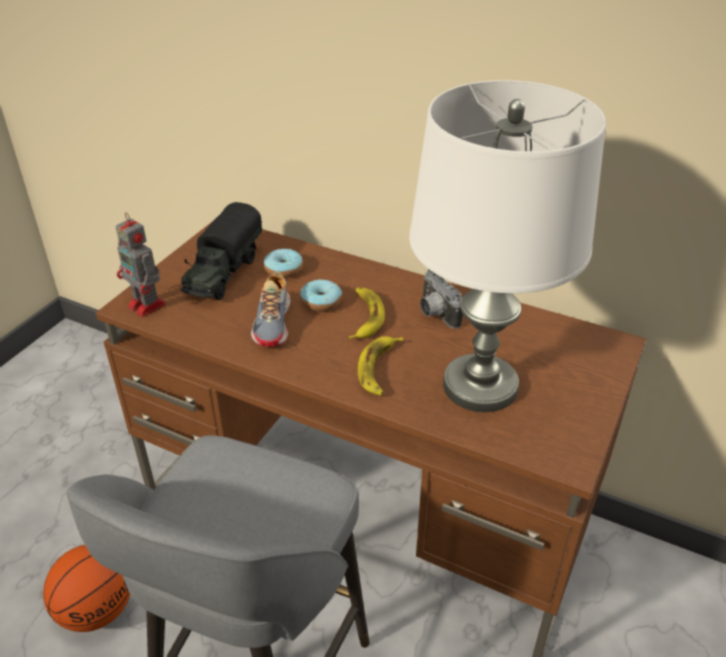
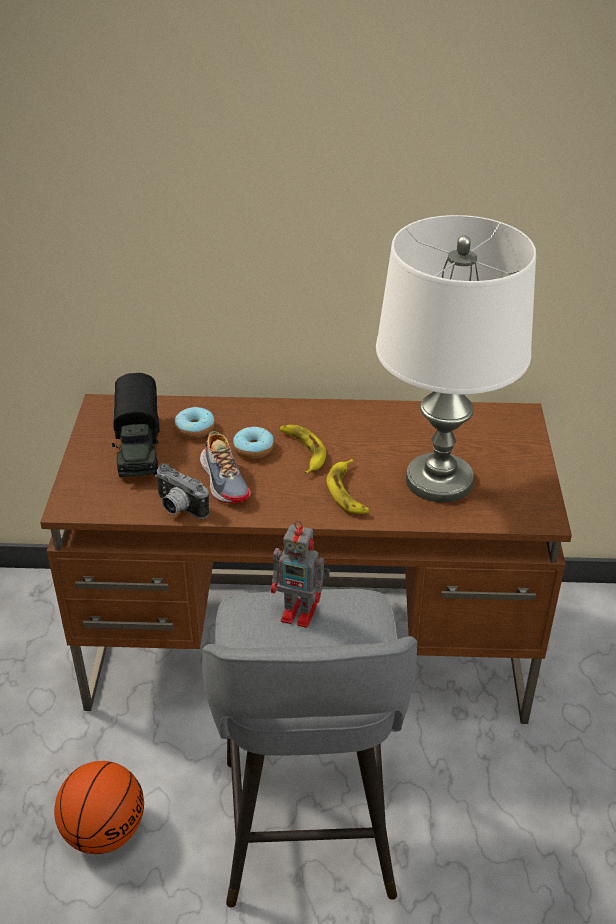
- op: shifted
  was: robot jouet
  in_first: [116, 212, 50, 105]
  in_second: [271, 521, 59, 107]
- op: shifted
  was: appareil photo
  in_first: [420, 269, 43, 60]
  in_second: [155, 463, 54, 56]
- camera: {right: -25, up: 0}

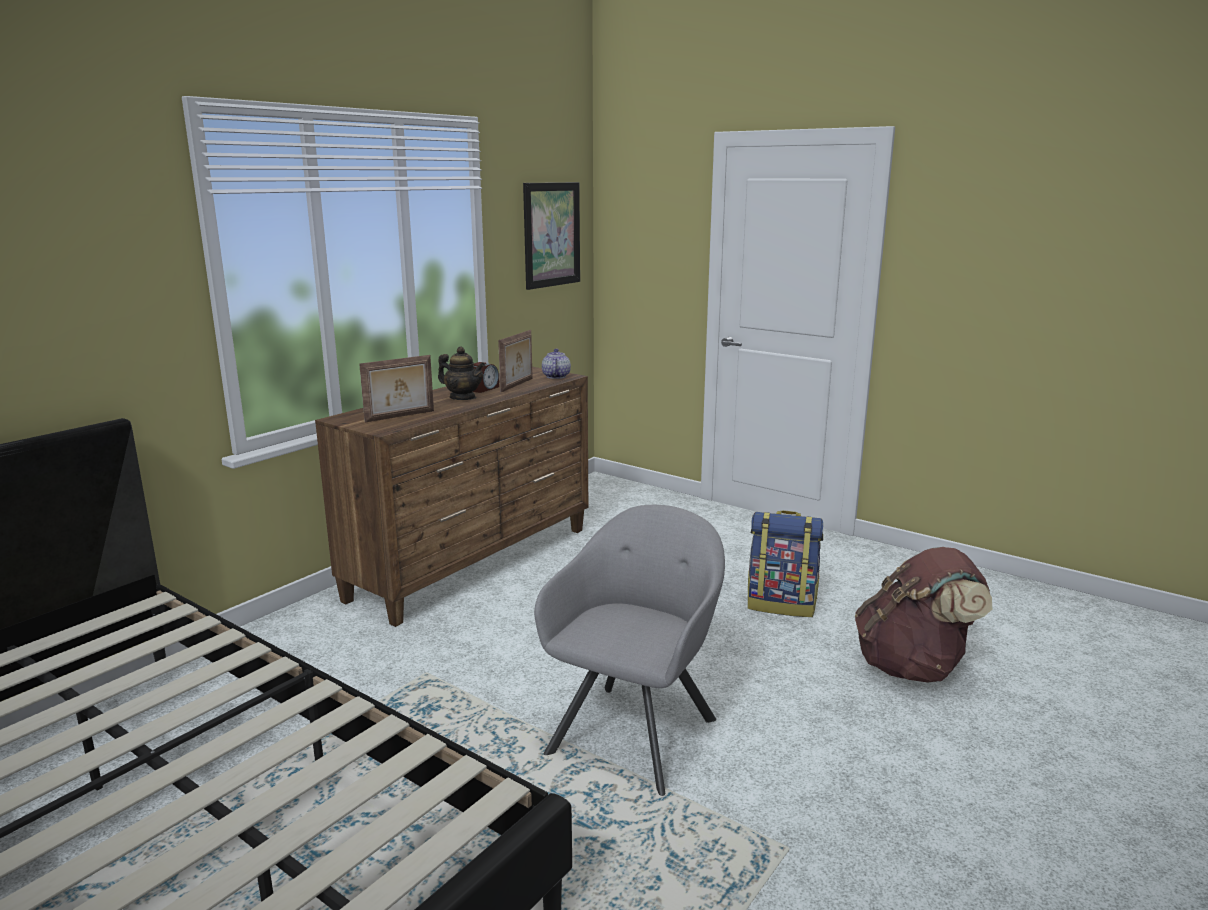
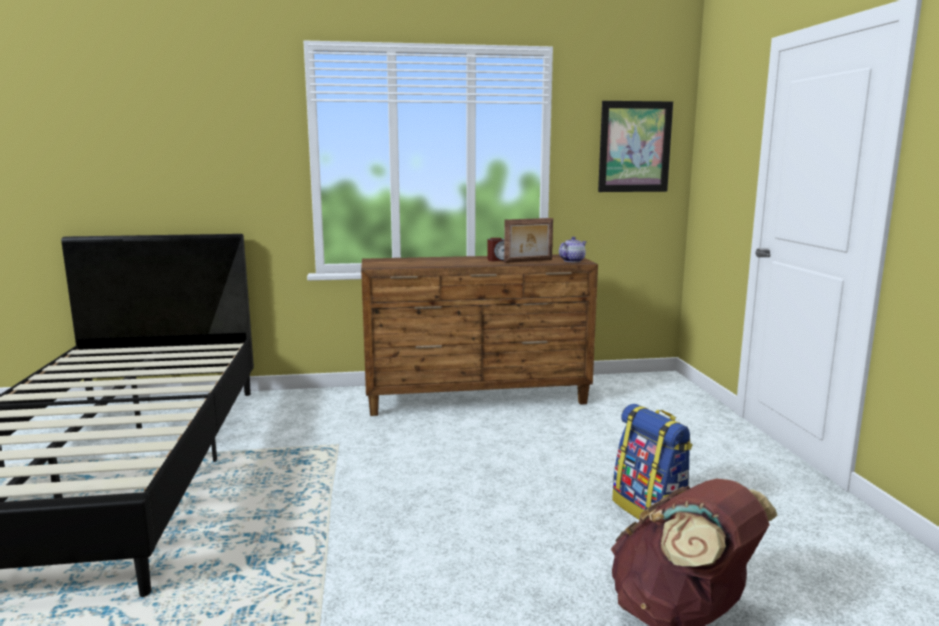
- op: gone
  was: théière
  in_first: [438, 347, 47, 53]
- op: gone
  was: cadre photo
  in_first: [359, 355, 75, 67]
- op: gone
  was: fauteuil/gris
  in_first: [534, 505, 191, 291]
- camera: {right: 45, up: -5}

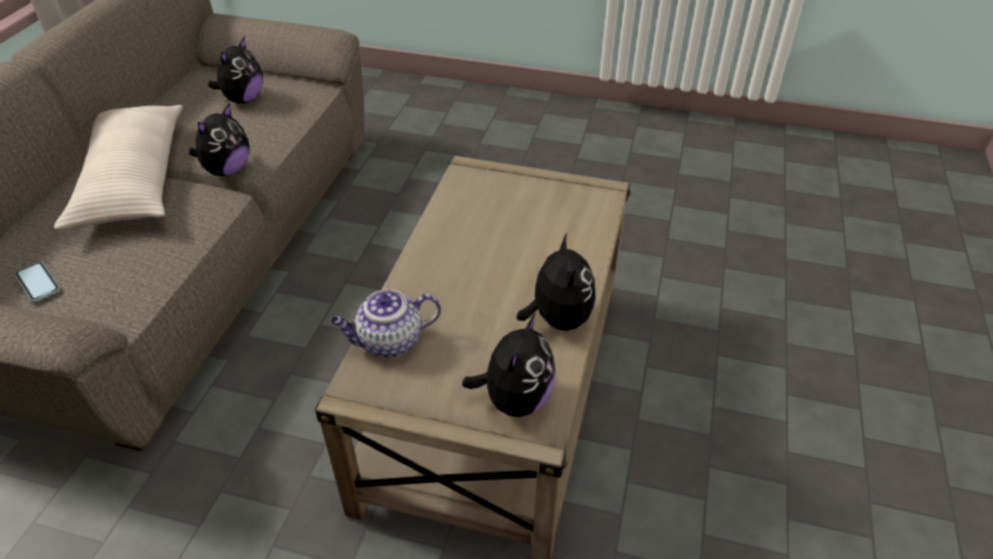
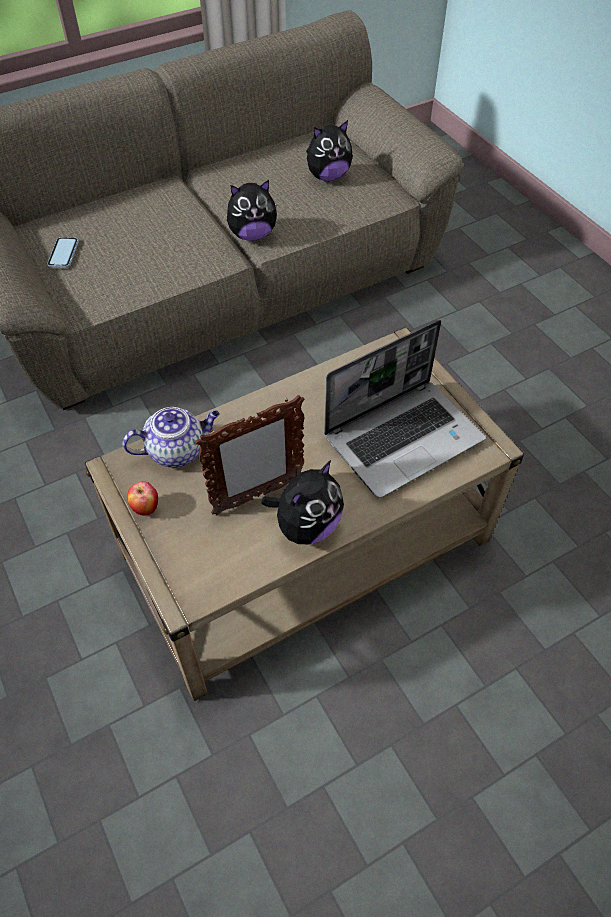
- op: gone
  was: coussin/beige
  in_first: [54, 105, 129, 125]
- op: rotated
  was: théière
  in_first: [330, 289, 111, 69]
  in_second: [122, 407, 98, 60]
  clockwise: 135
- op: gone
  was: peluche
  in_first: [462, 312, 94, 105]
- op: new
  now: ordinateur portable
  in_second: [324, 320, 161, 178]
- op: new
  now: cadre photo
  in_second: [195, 395, 110, 121]
- op: new
  now: pomme
  in_second: [128, 481, 30, 34]
- camera: {right: 45, up: 10}

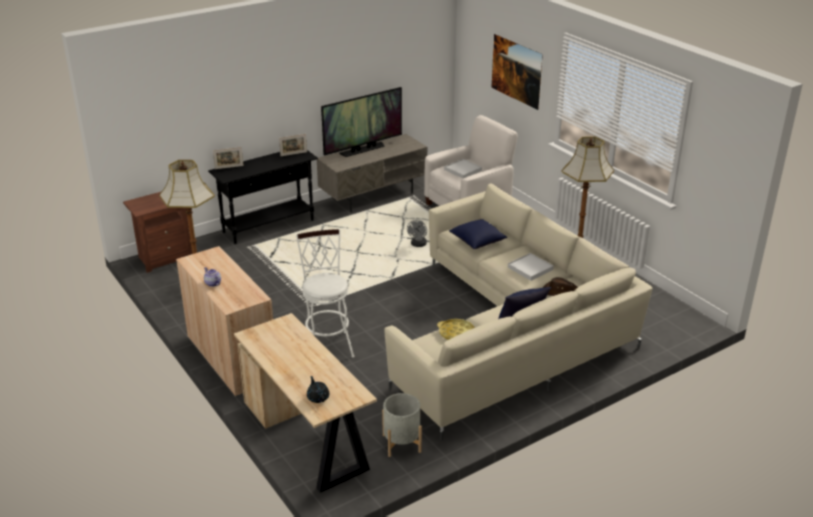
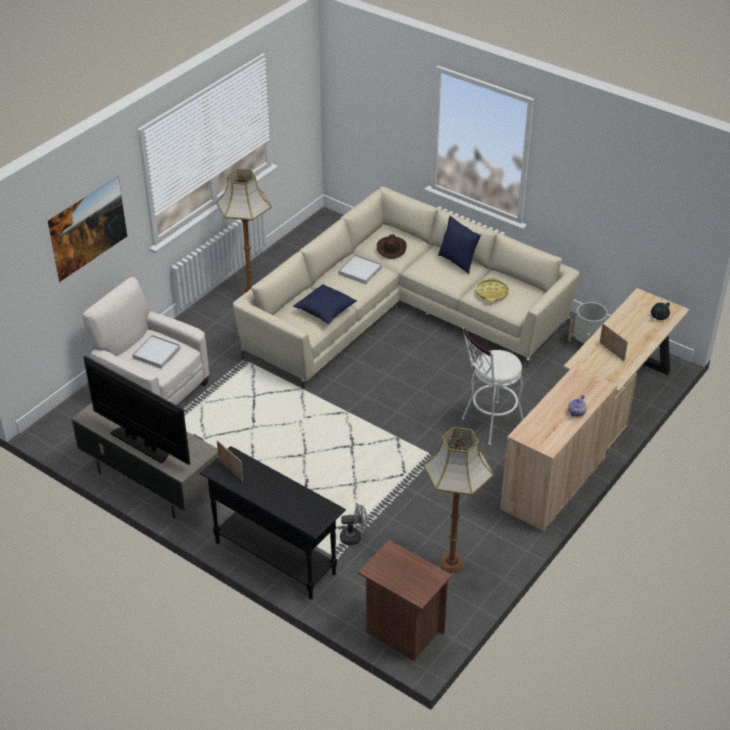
- op: shifted
  was: cadre photo
  in_first: [213, 147, 31, 22]
  in_second: [600, 323, 28, 38]
- op: shifted
  was: ventilateur/gris
  in_first: [407, 220, 20, 27]
  in_second: [340, 505, 28, 40]
- camera: {right: -110, up: 10}

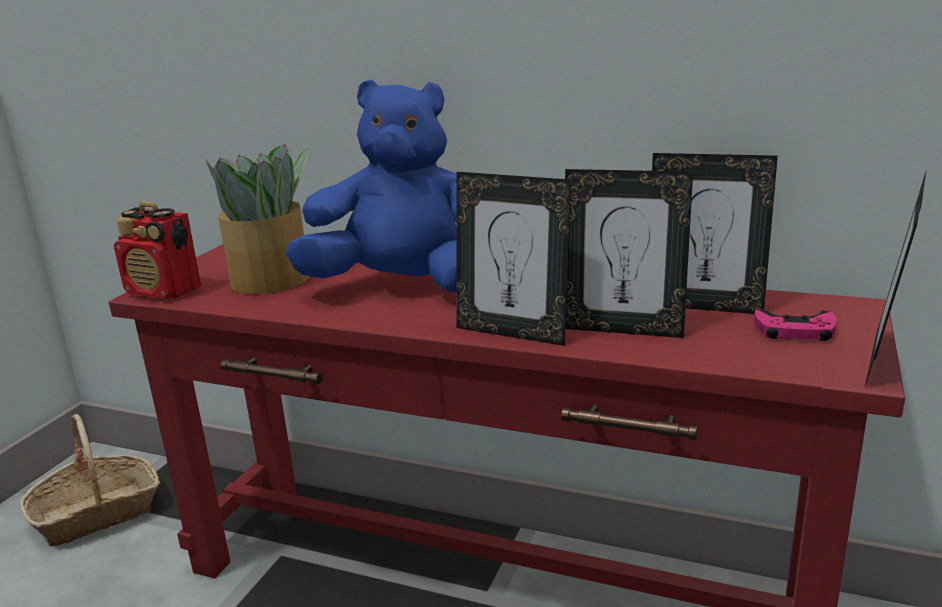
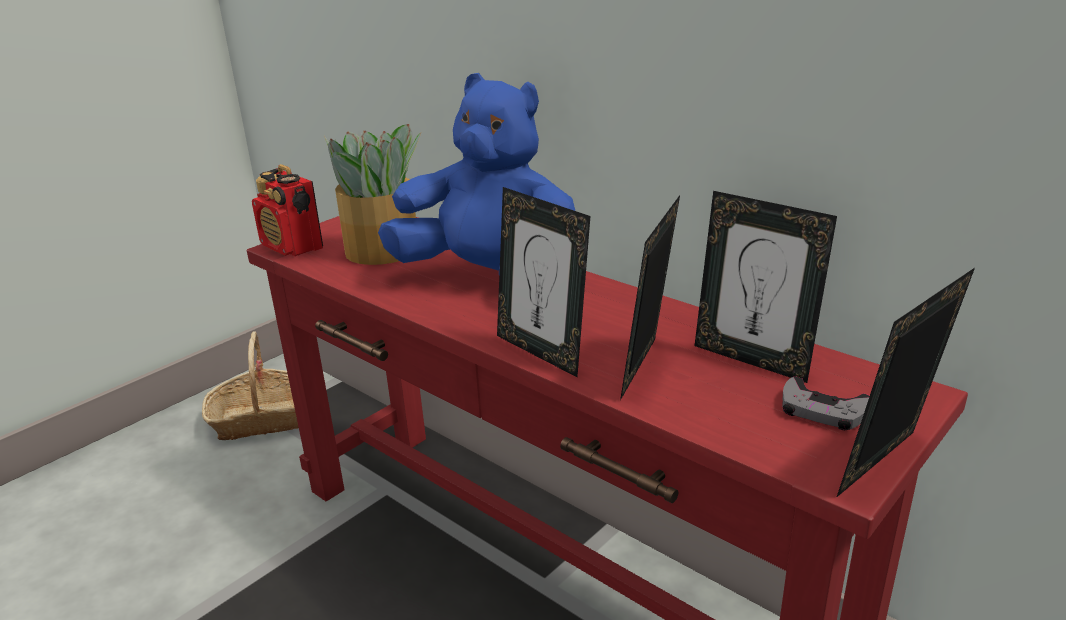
- op: rotated
  was: cadre photo
  in_first: [565, 169, 128, 169]
  in_second: [620, 195, 60, 205]
  clockwise: 75
- op: repainted
  was: manette/rose
  now: manette/gris
  in_first: [754, 308, 83, 33]
  in_second: [782, 377, 88, 53]
- camera: {right: 20, up: 5}

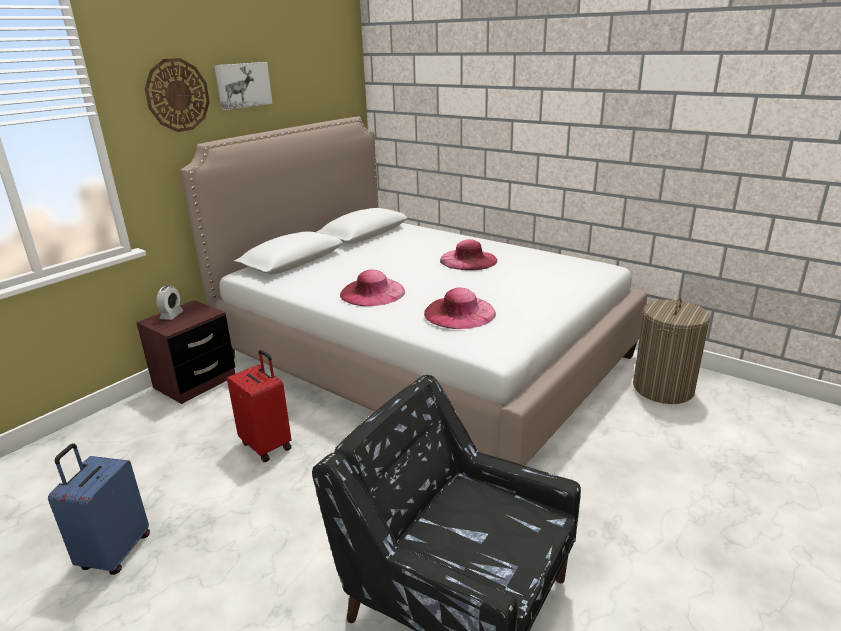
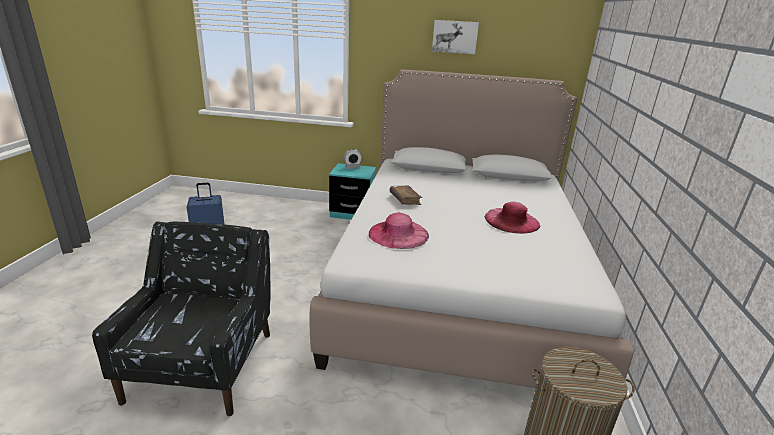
- op: gone
  was: horloge murale
  in_first: [145, 58, 65, 74]
- op: swapped
  was: chapeau/rose
  now: livre/marron
  in_first: [340, 269, 65, 37]
  in_second: [390, 185, 32, 20]
- op: repainted
  was: table de chevet/marron
  now: table de chevet/turquoise
  in_first: [136, 300, 99, 104]
  in_second: [329, 163, 47, 57]
- op: gone
  was: valise/rouge
  in_first: [227, 350, 65, 112]
- camera: {right: 60, up: 0}

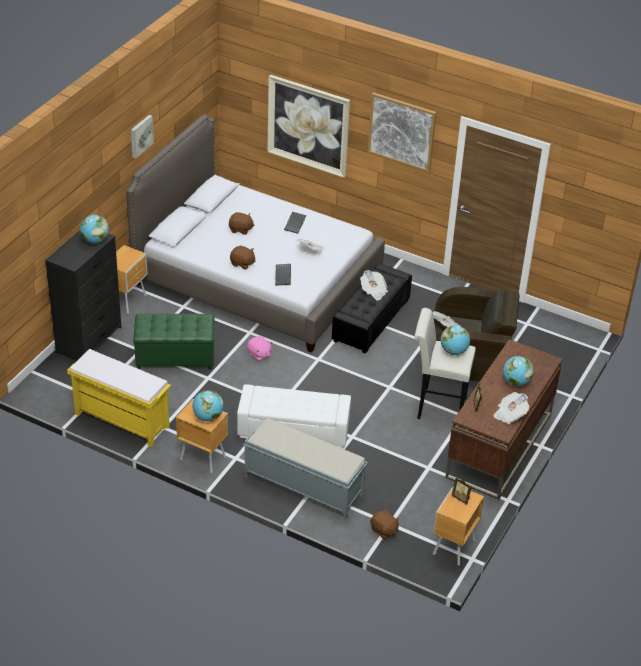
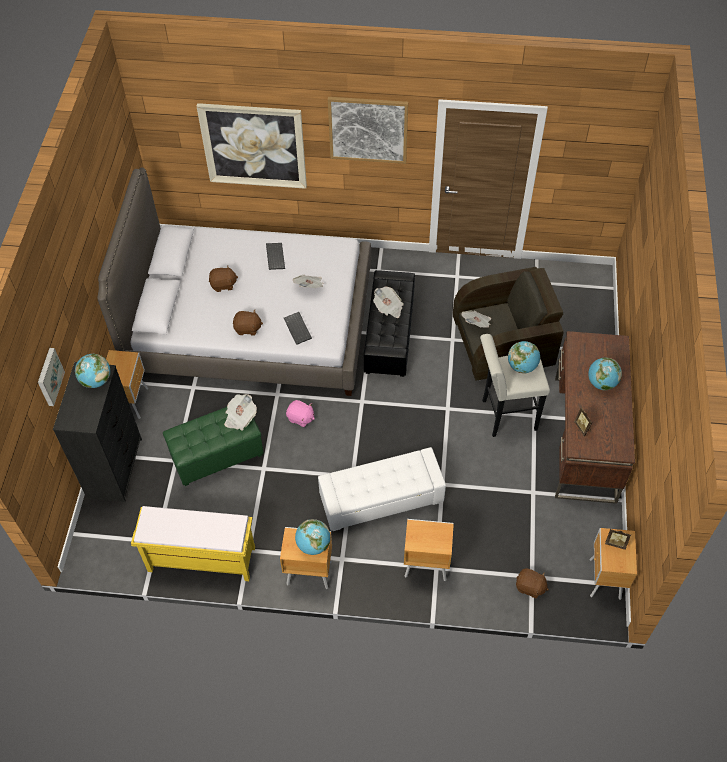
- op: shifted
  was: tableau
  in_first: [131, 115, 23, 43]
  in_second: [38, 348, 27, 58]
- op: shifted
  was: journal
  in_first: [494, 392, 35, 32]
  in_second: [224, 394, 33, 37]
- op: swapped
  was: banc/gris
  now: table de chevet/marron
  in_first: [243, 418, 125, 102]
  in_second: [404, 519, 50, 62]
- camera: {right: -20, up: 15}

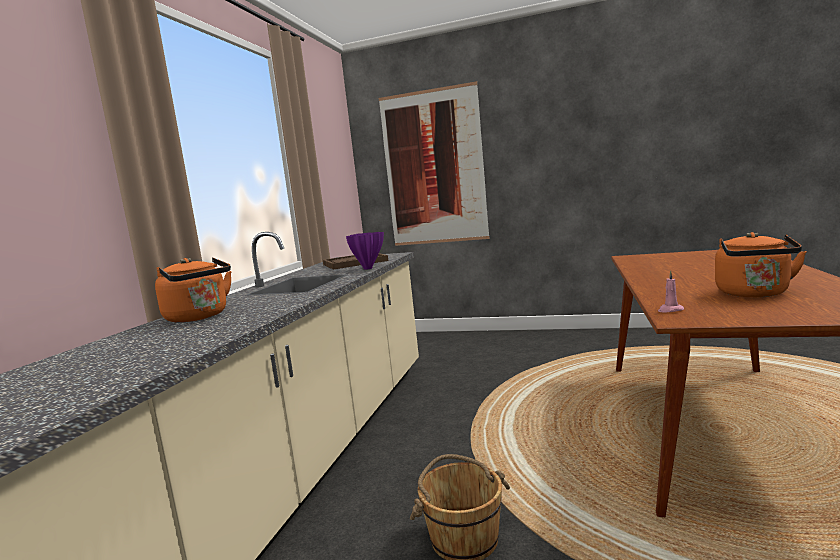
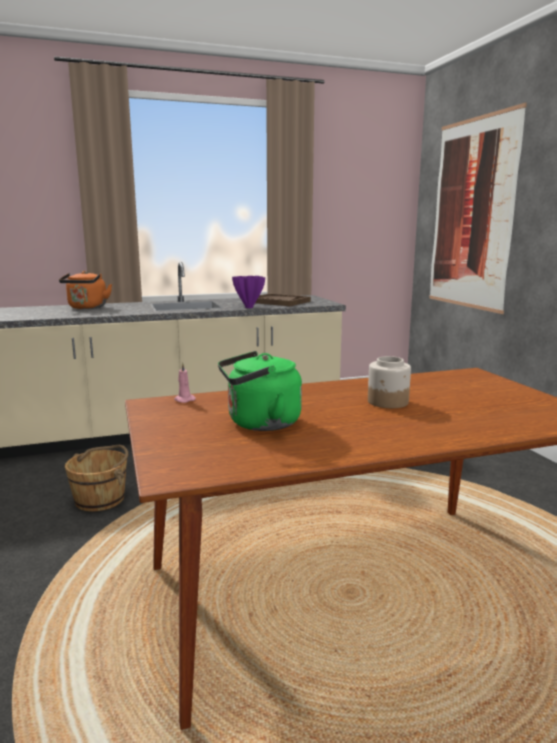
- op: repainted
  was: bouilloire/orange
  now: bouilloire/vert
  in_first: [715, 232, 92, 65]
  in_second: [218, 351, 84, 80]
- op: new
  now: bocal
  in_second: [368, 356, 43, 52]
- camera: {right: 55, up: 5}

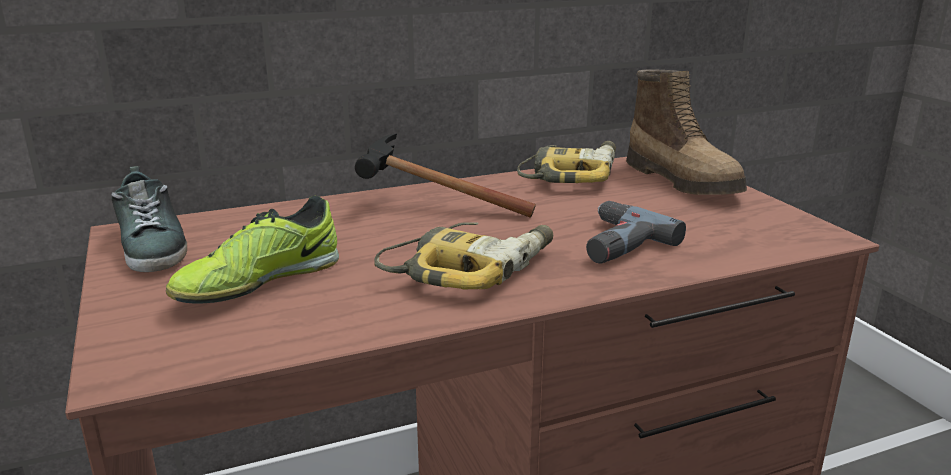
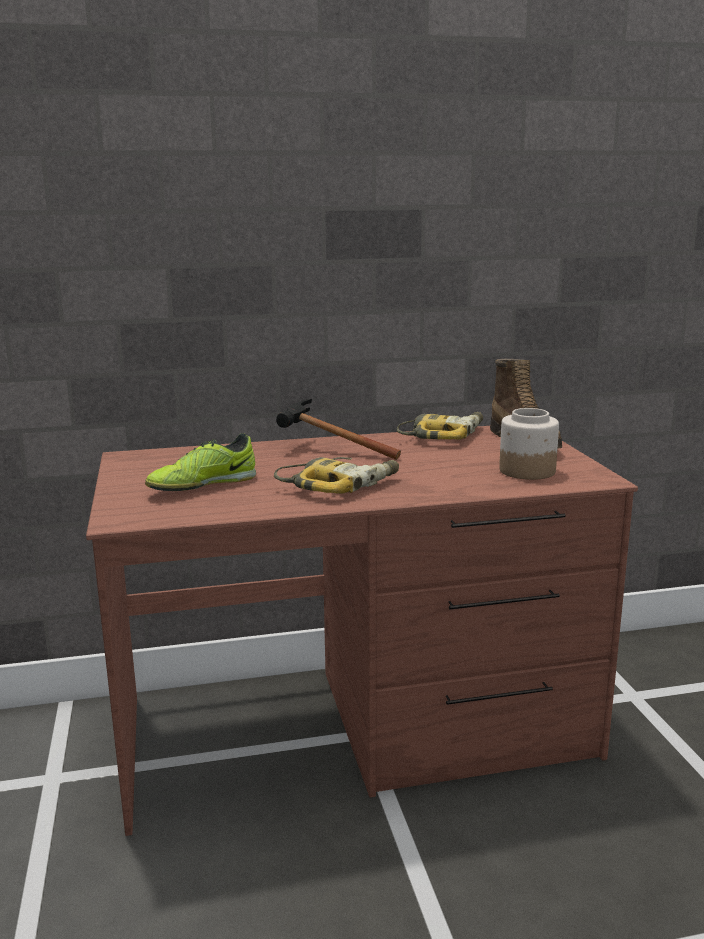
- op: gone
  was: chaussure
  in_first: [111, 166, 76, 106]
- op: gone
  was: perceuse
  in_first: [586, 201, 100, 63]
- op: new
  now: bocal
  in_second: [499, 408, 60, 72]
- camera: {right: 10, up: -5}

